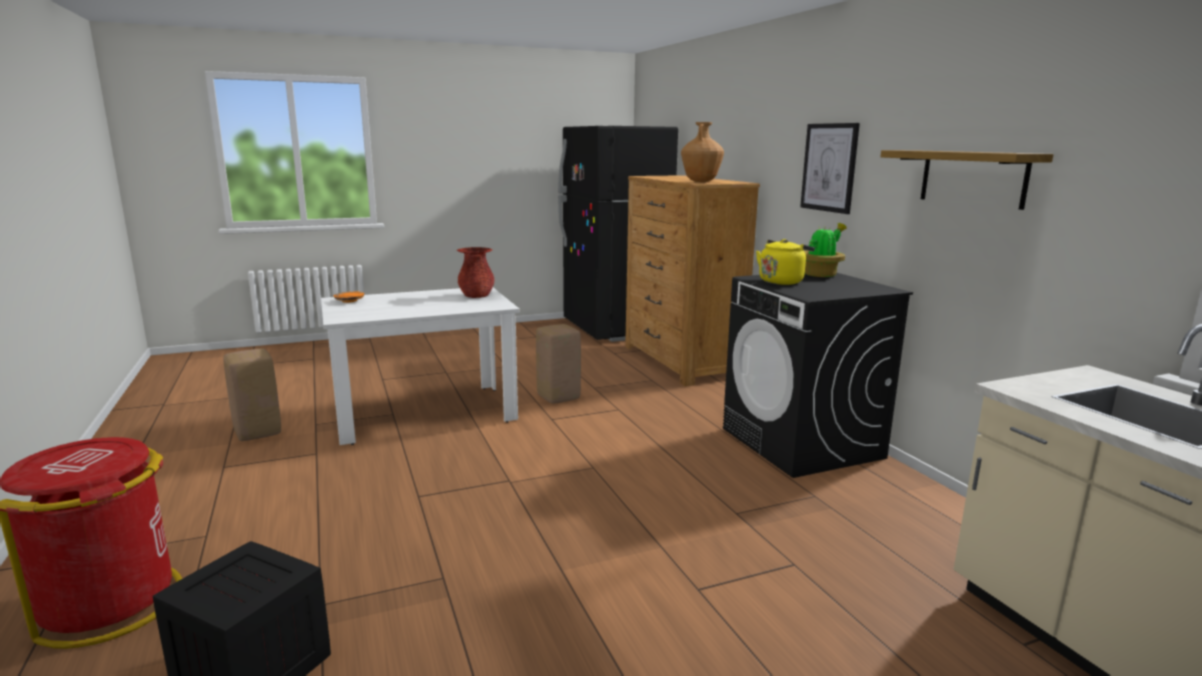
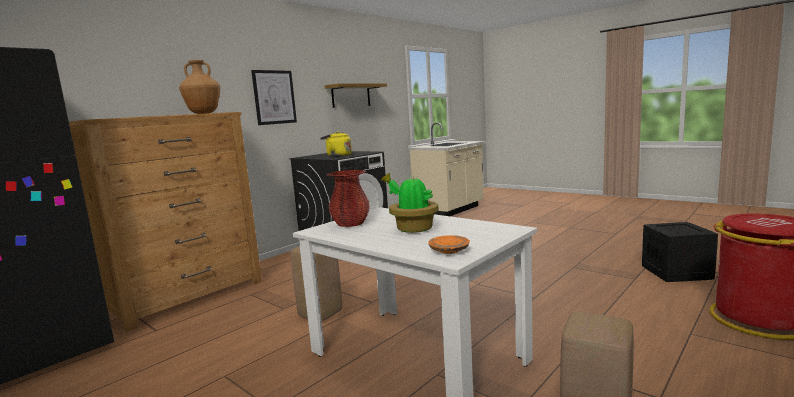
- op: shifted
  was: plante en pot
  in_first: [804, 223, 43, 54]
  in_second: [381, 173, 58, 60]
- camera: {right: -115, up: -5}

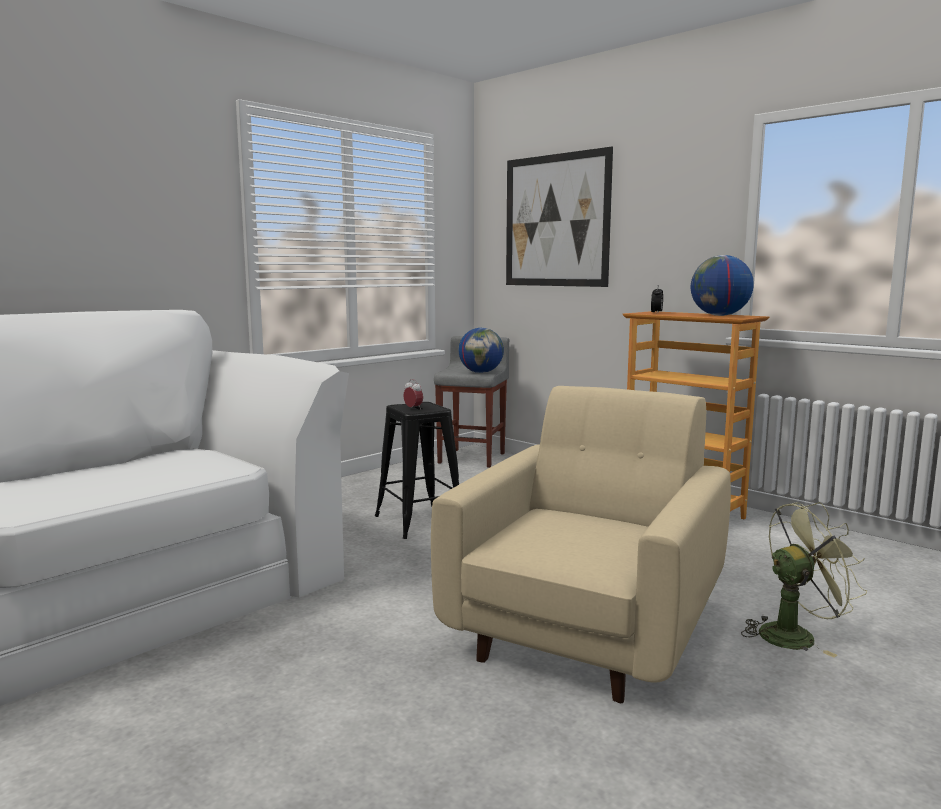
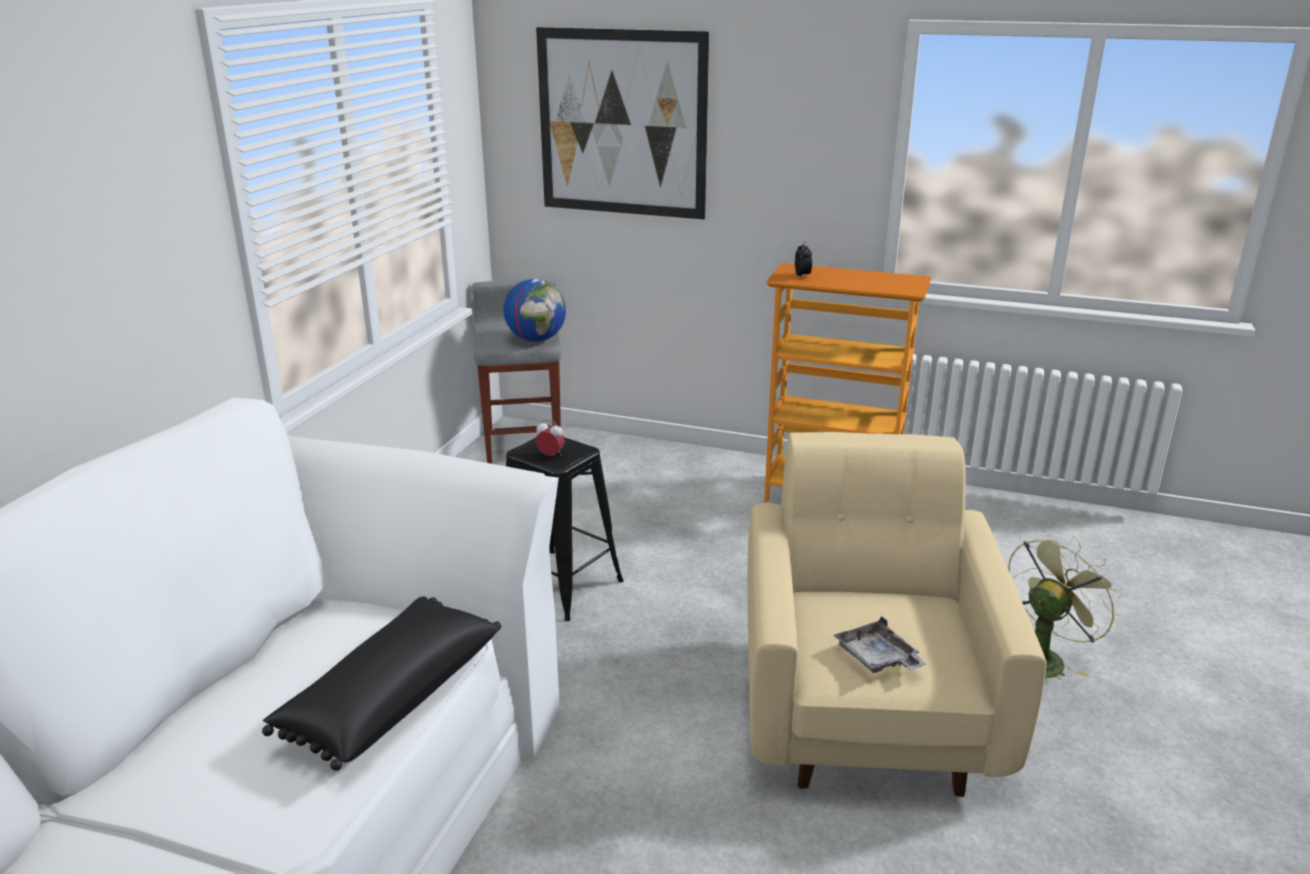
- op: gone
  was: globe
  in_first: [691, 255, 63, 61]
- op: new
  now: coussin/noir
  in_second: [262, 596, 239, 175]
- op: new
  now: plateau/gris
  in_second: [833, 616, 93, 57]
- camera: {right: -25, up: 15}

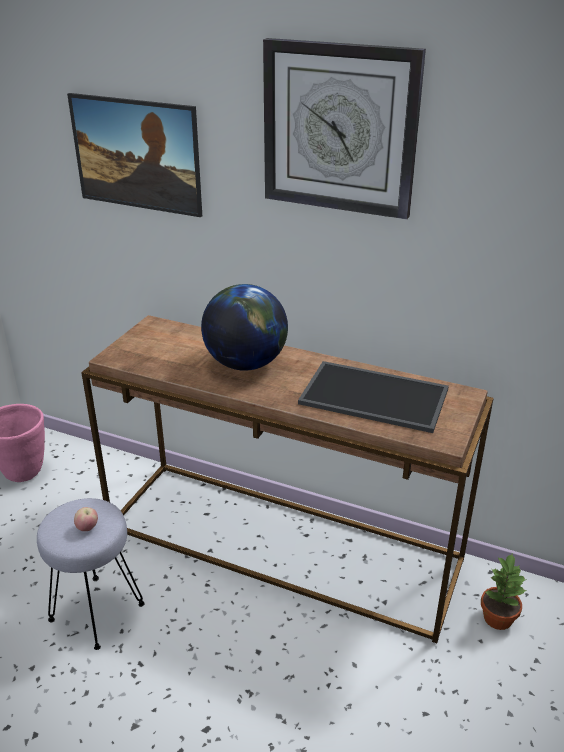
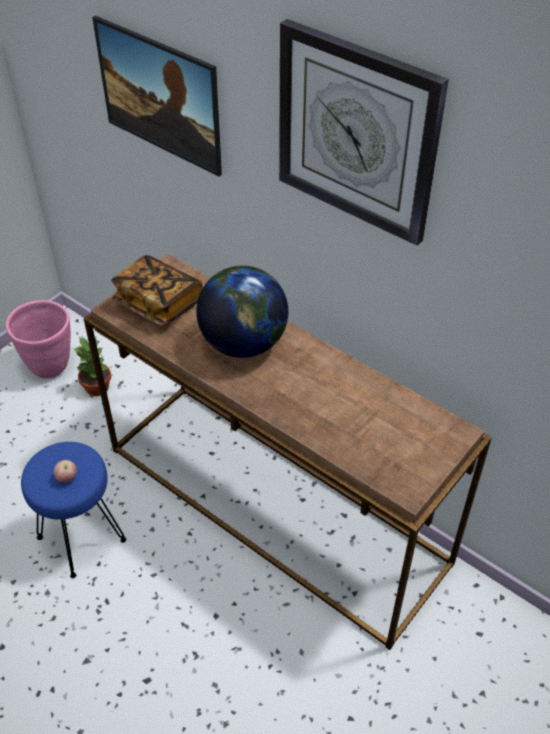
- op: gone
  was: plateau
  in_first: [298, 361, 151, 72]
- op: repainted
  was: tabouret/gris
  now: tabouret/bleu
  in_first: [37, 498, 108, 152]
  in_second: [21, 442, 105, 136]
- op: shifted
  was: plante en pot
  in_first: [481, 552, 44, 78]
  in_second: [72, 337, 39, 59]
- op: new
  now: livre
  in_second: [111, 255, 92, 71]
- camera: {right: 15, up: 15}

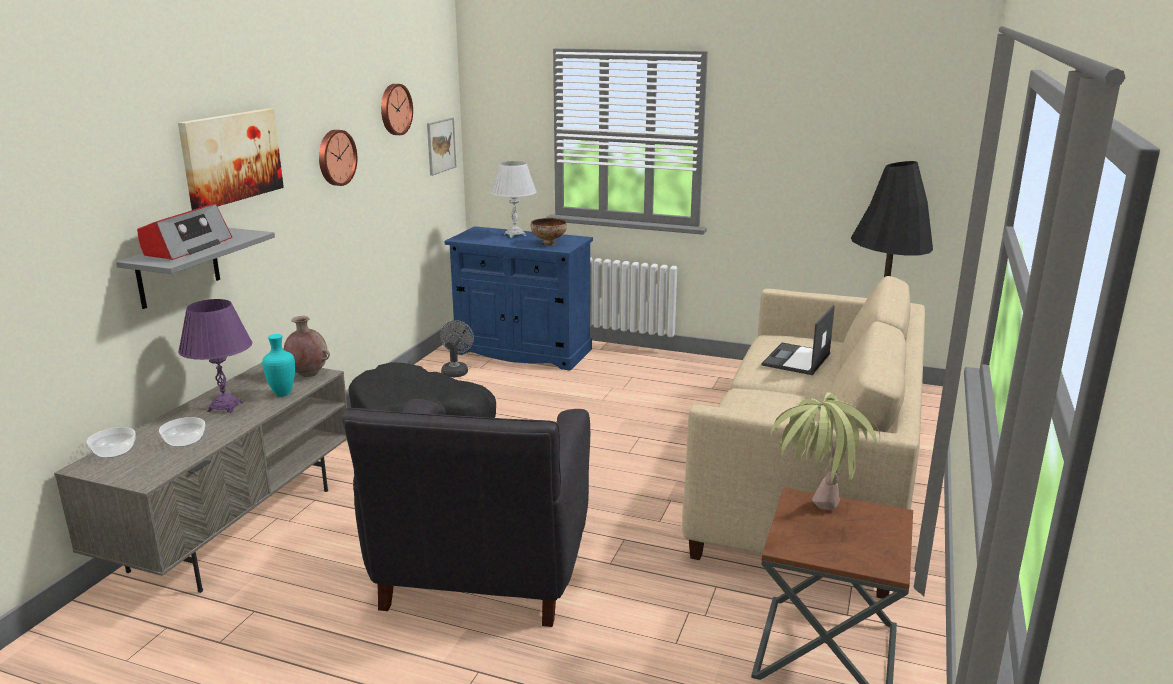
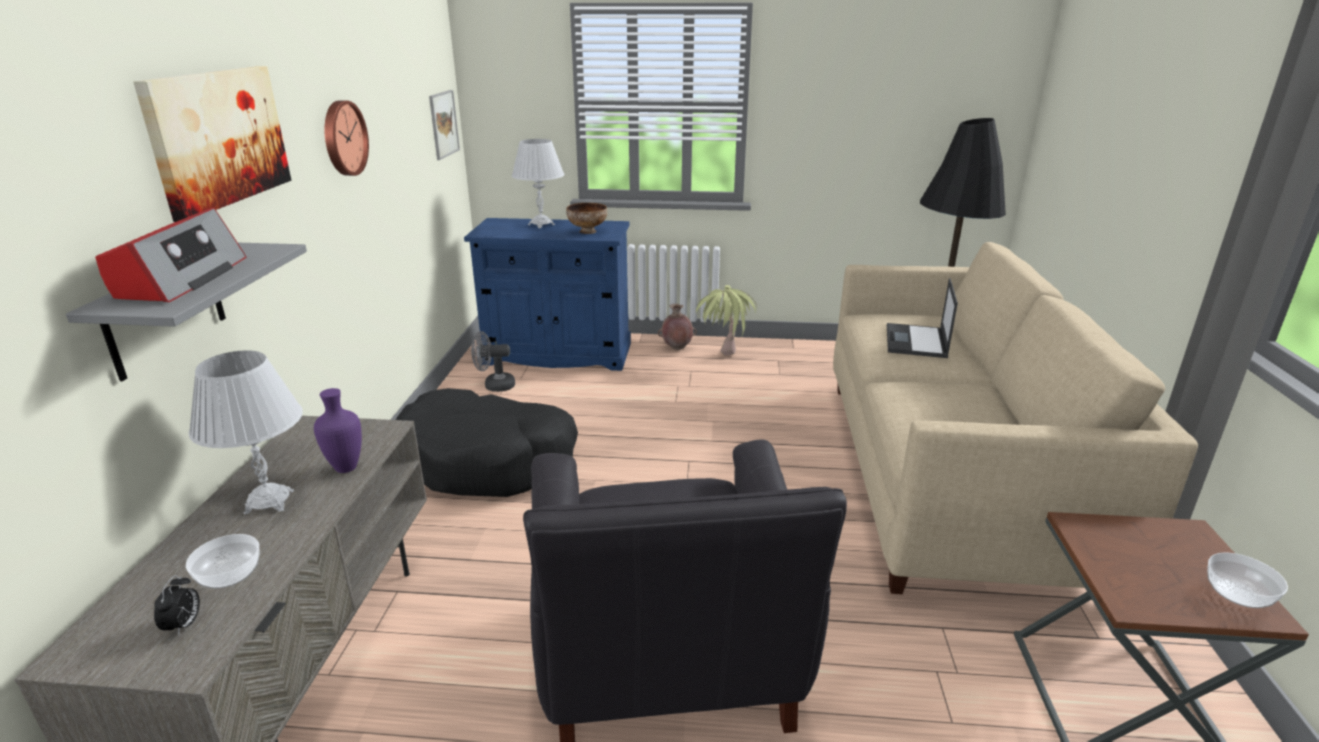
- op: gone
  was: horloge murale
  in_first: [381, 84, 32, 51]
- op: repainted
  was: lampe de table/violet
  now: lampe de table/blanc
  in_first: [178, 299, 74, 114]
  in_second: [189, 350, 114, 164]
- op: shifted
  was: vase/marron
  in_first: [284, 316, 46, 61]
  in_second: [658, 303, 39, 47]
- op: rotated
  was: ventilateur/gris
  in_first: [440, 320, 34, 57]
  in_second: [471, 331, 44, 61]
  clockwise: -90
- op: repainted
  was: vase/turquoise
  now: vase/violet
  in_first: [262, 334, 33, 63]
  in_second: [314, 388, 48, 85]
- op: shifted
  was: plante en pot
  in_first: [770, 392, 110, 118]
  in_second: [696, 285, 61, 70]
- op: shifted
  was: bol
  in_first: [87, 427, 49, 31]
  in_second: [1207, 553, 81, 55]
- op: new
  now: réveil
  in_second: [154, 575, 46, 61]
- camera: {right: -15, up: 5}

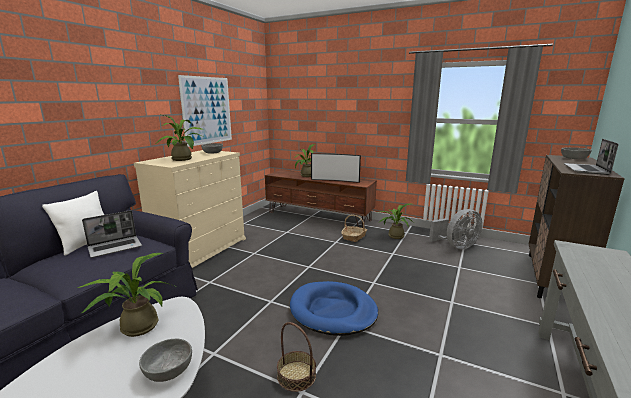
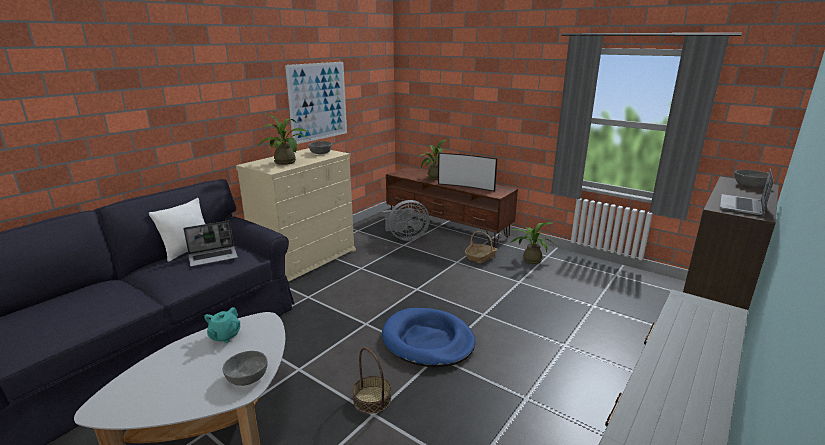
- op: shifted
  was: ventilateur/gris
  in_first: [429, 209, 54, 41]
  in_second: [385, 200, 45, 41]
- op: swapped
  was: plante en pot
  now: théière/turquoise
  in_first: [77, 253, 97, 84]
  in_second: [204, 307, 36, 36]
- camera: {right: 10, up: 5}

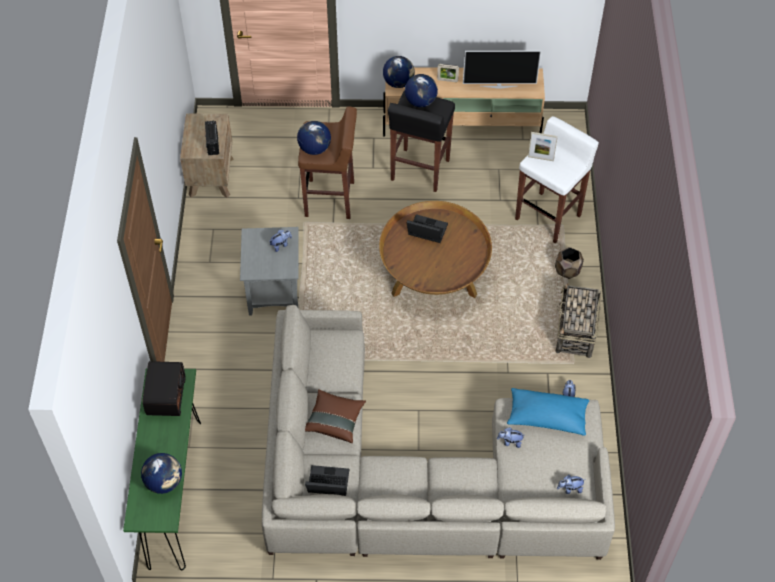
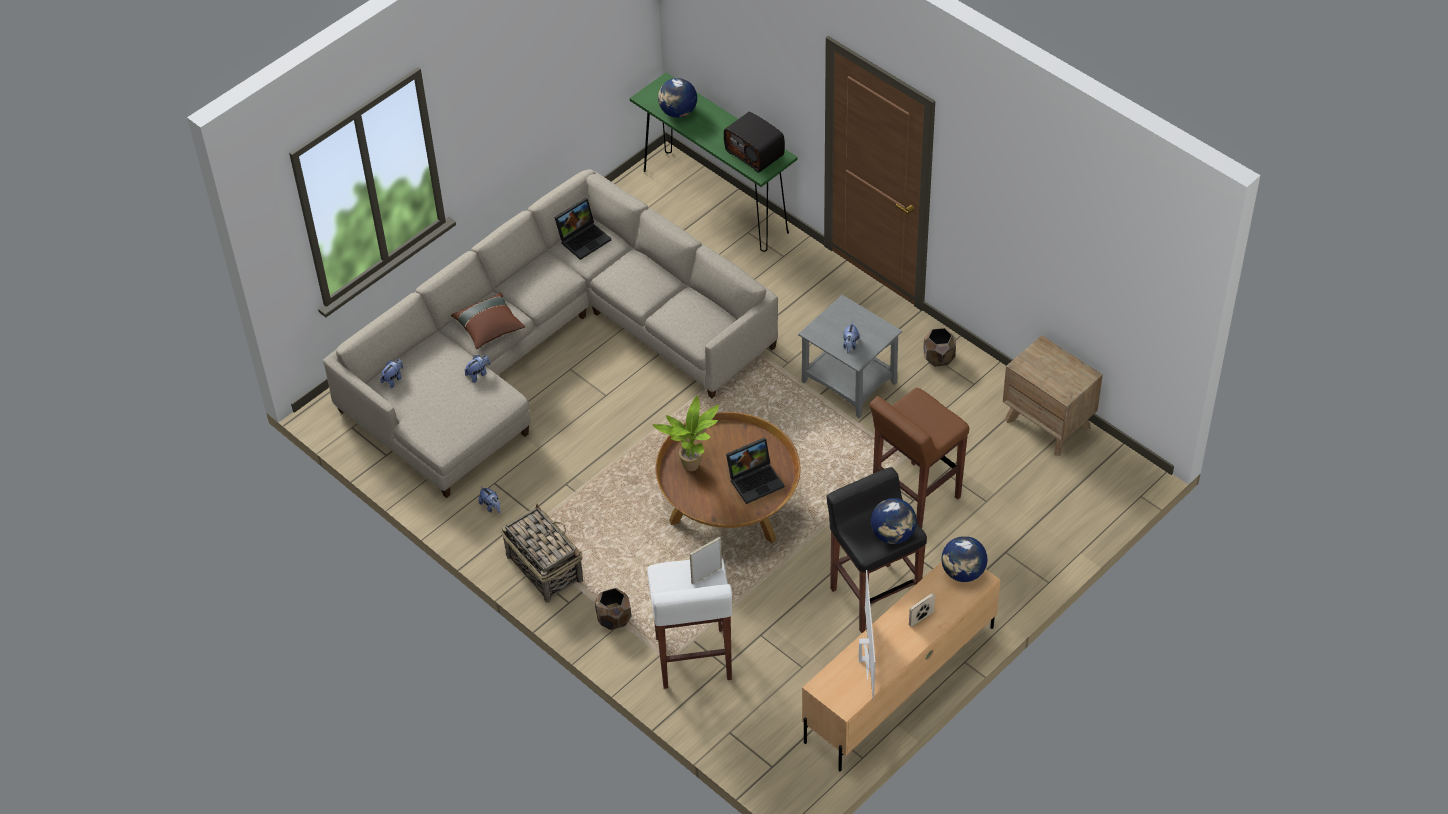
- op: rotated
  was: téléviseur
  in_first: [463, 51, 78, 37]
  in_second: [859, 570, 16, 130]
  clockwise: 135
- op: gone
  was: radio
  in_first: [205, 120, 14, 35]
- op: gone
  was: globe
  in_first: [297, 121, 34, 34]
- op: gone
  was: coussin/bleu
  in_first: [507, 388, 82, 48]
- op: shifted
  was: coussin/marron
  in_first: [305, 389, 61, 54]
  in_second: [451, 293, 74, 56]
- op: new
  now: cache-pot/marron
  in_second: [924, 328, 32, 39]
- op: new
  now: plante en pot
  in_second: [653, 396, 66, 75]
- camera: {right: 135, up: -5}

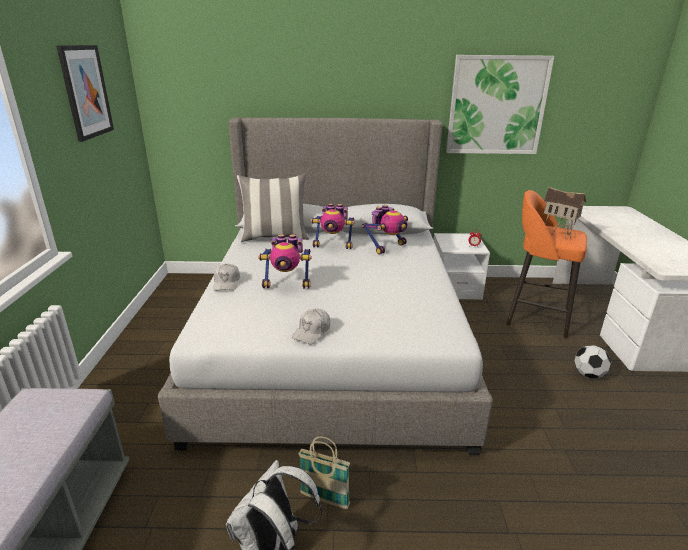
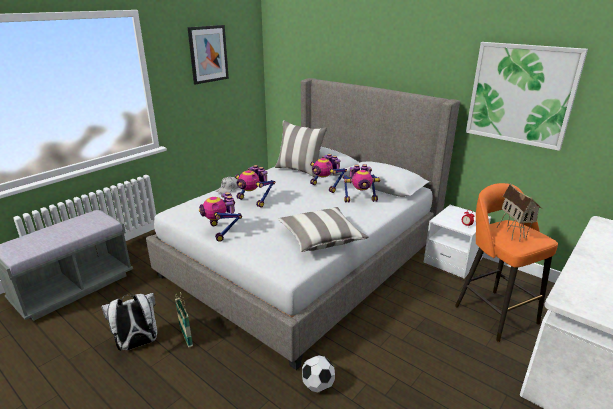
- op: swapped
  was: casquette/blanc
  now: robot jouet
  in_first: [292, 309, 38, 35]
  in_second: [199, 192, 43, 50]
- op: shifted
  was: ballon de foot
  in_first: [574, 345, 37, 33]
  in_second: [302, 355, 33, 38]
- op: new
  now: coussin
  in_second: [278, 207, 91, 45]
- camera: {right: 40, up: 0}

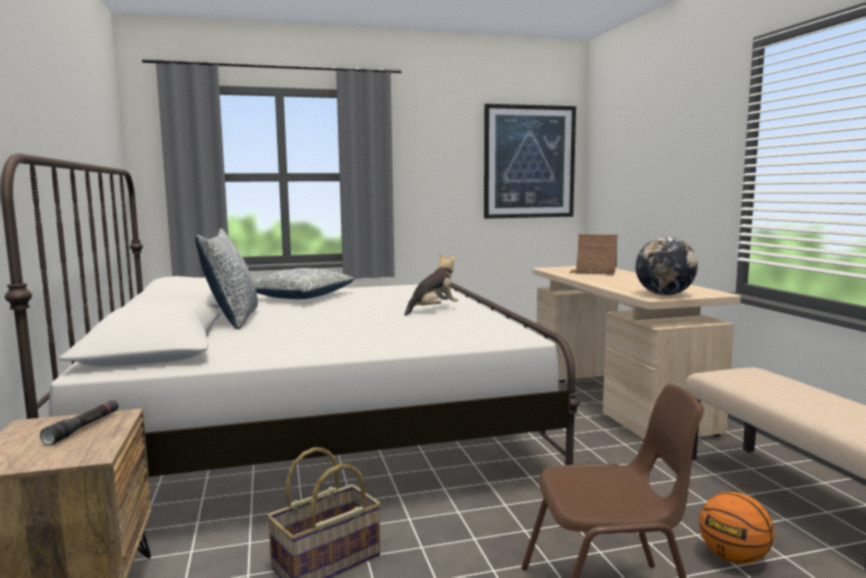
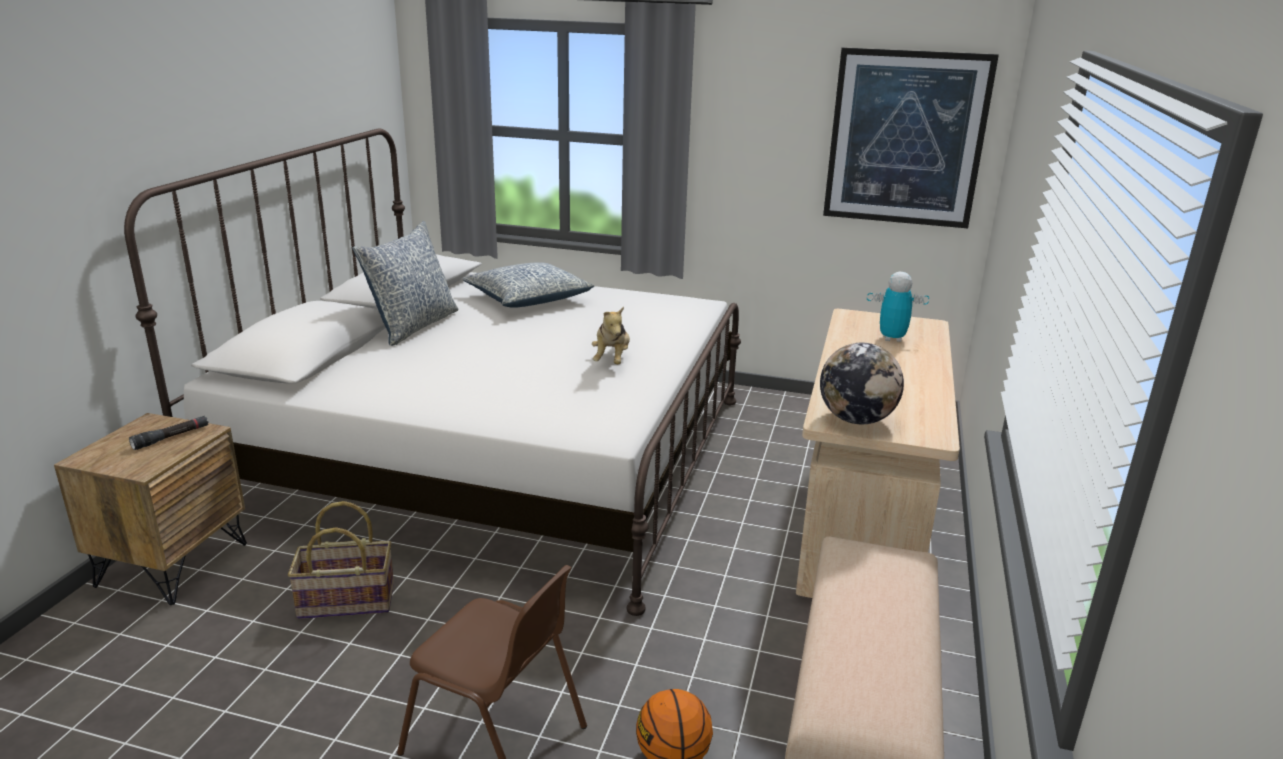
- op: swapped
  was: maison miniature
  now: robot jouet
  in_first: [569, 234, 49, 41]
  in_second: [867, 272, 62, 70]
- op: rotated
  was: peluche
  in_first: [404, 254, 54, 62]
  in_second: [592, 307, 38, 57]
  clockwise: 105
- camera: {right: 30, up: 15}

